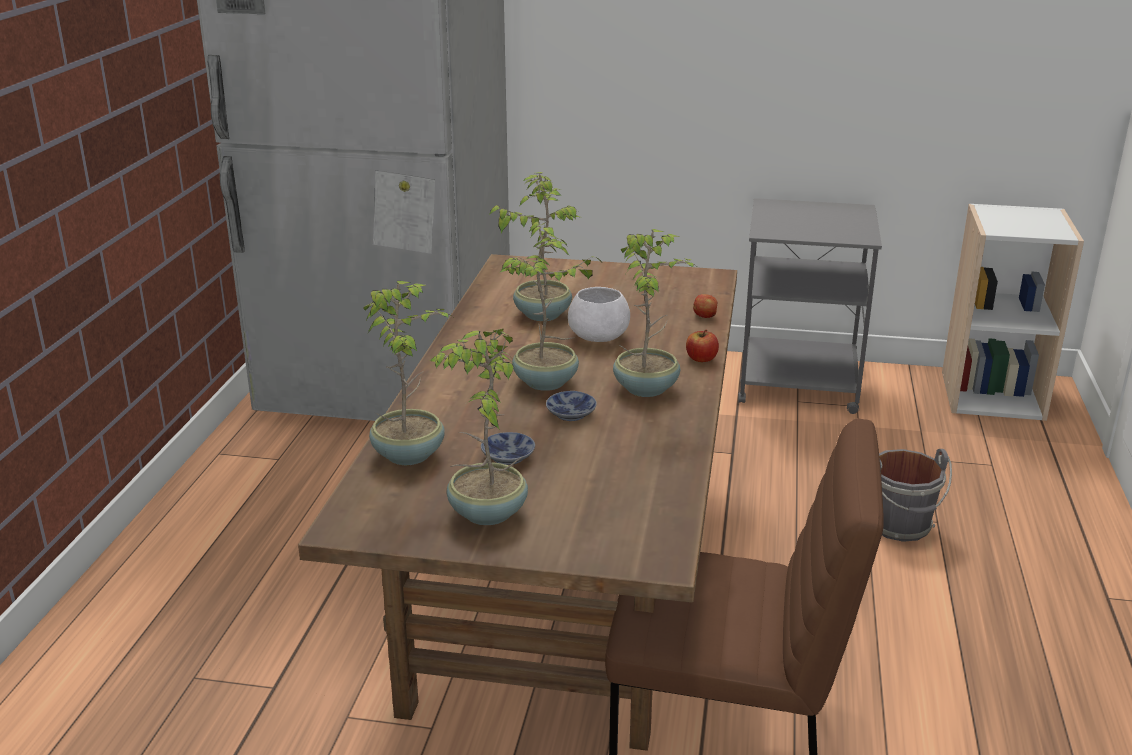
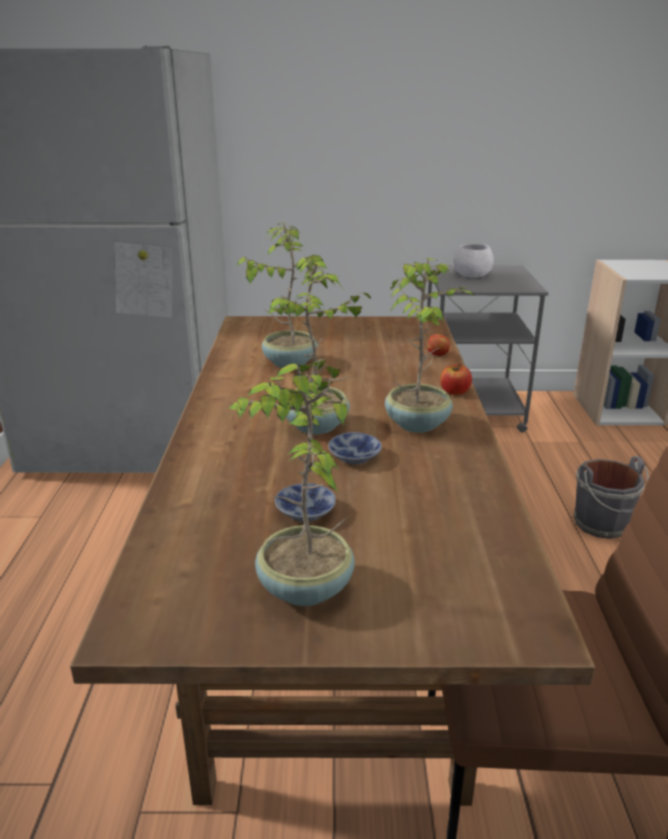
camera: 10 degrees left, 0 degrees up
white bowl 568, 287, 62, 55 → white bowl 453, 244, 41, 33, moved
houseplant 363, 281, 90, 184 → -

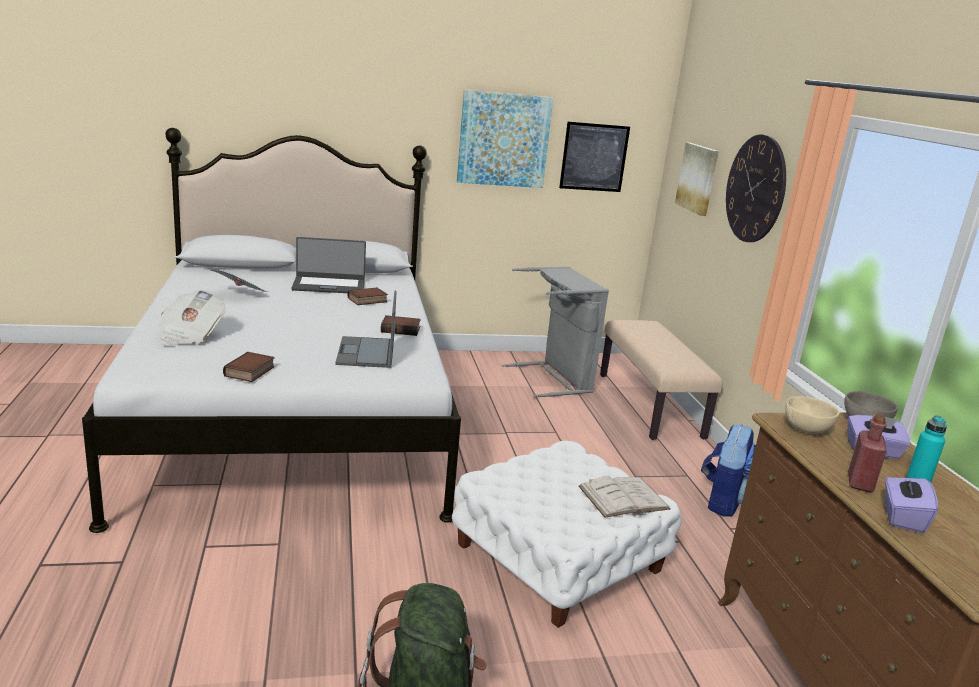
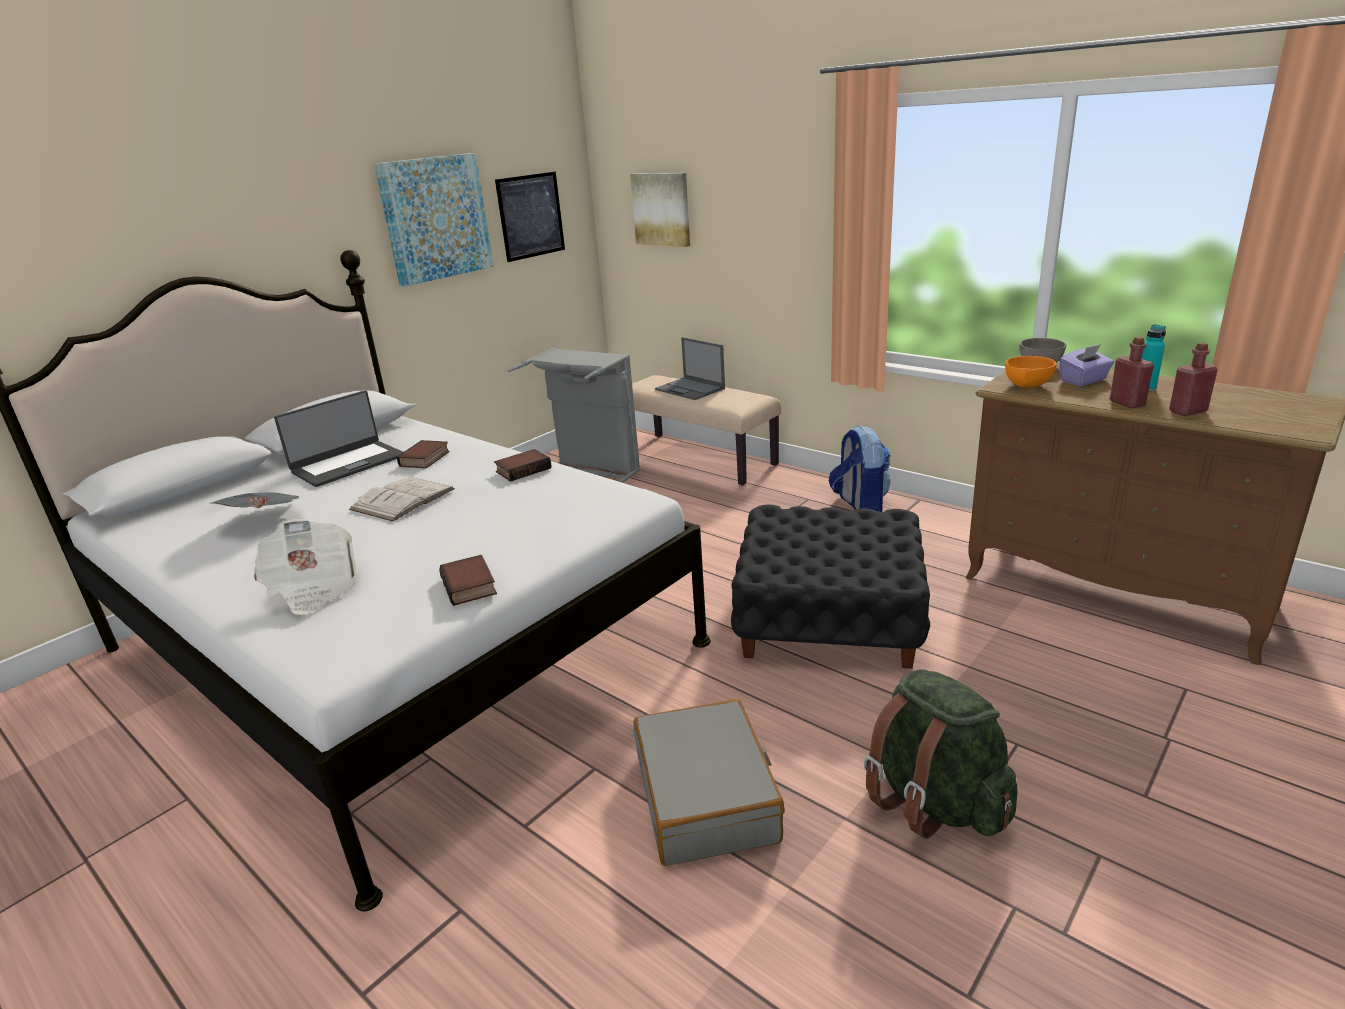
camera: 35 degrees left, 5 degrees up
white book 579, 476, 91, 42 → white book 349, 477, 106, 45, moved
- → greyish travel case 633, 699, 152, 167
notebook computer 335, 291, 62, 77 → notebook computer 655, 337, 70, 63, moved
white ottoman 452, 441, 230, 187 → black-coloured ottoman 731, 504, 199, 165
beige-coloured bowl 785, 396, 55, 37 → orange-coloured bowl 1005, 356, 51, 32
purplish tissue holder 885, 474, 53, 59 → red drink bottle 1169, 343, 49, 73
wall clock 726, 134, 60, 108 → -

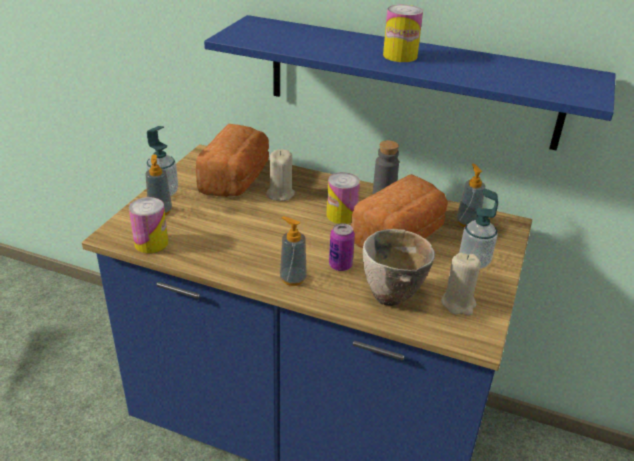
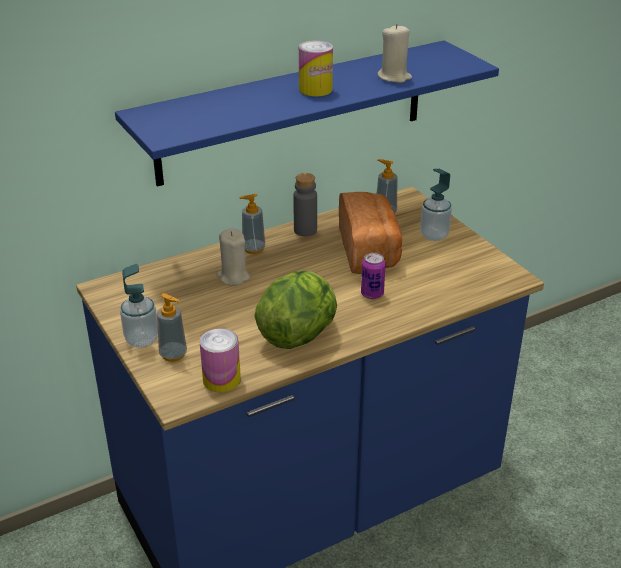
camera: 50 degrees left, 0 degrees up
soap dispenser 280, 216, 27, 70 → soap dispenser 239, 194, 27, 60, moved
- → head of lettuce 254, 271, 83, 78
beige-coloured wax candle 441, 253, 40, 63 → beige-coloured wax candle 377, 24, 35, 59, moved
bread 196, 124, 73, 73 → -
sealed can 326, 172, 34, 52 → -
bowl 363, 229, 72, 77 → -

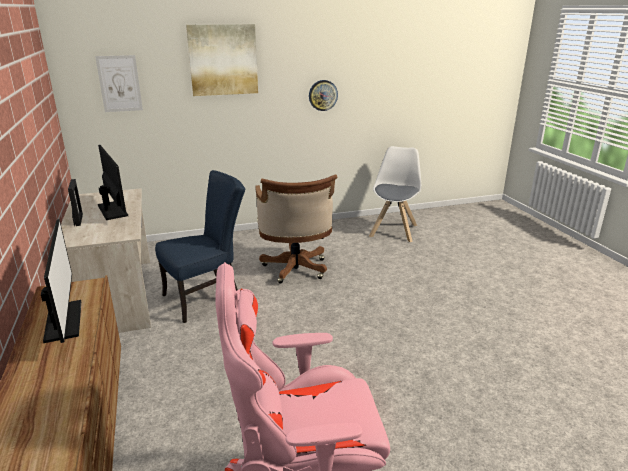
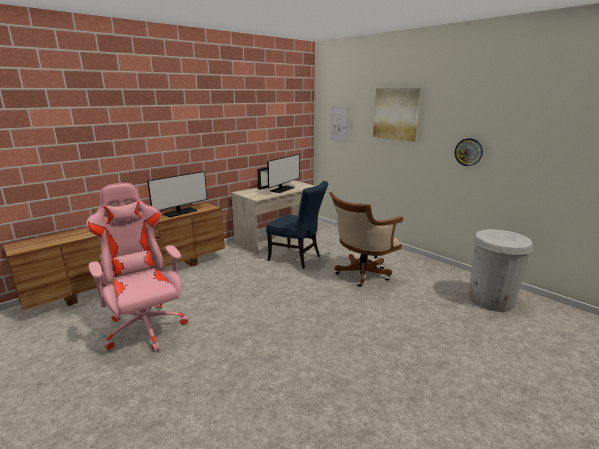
camera: 65 degrees right, 5 degrees down
chair 369, 146, 52, 96 → white rubbish bin 468, 229, 65, 83

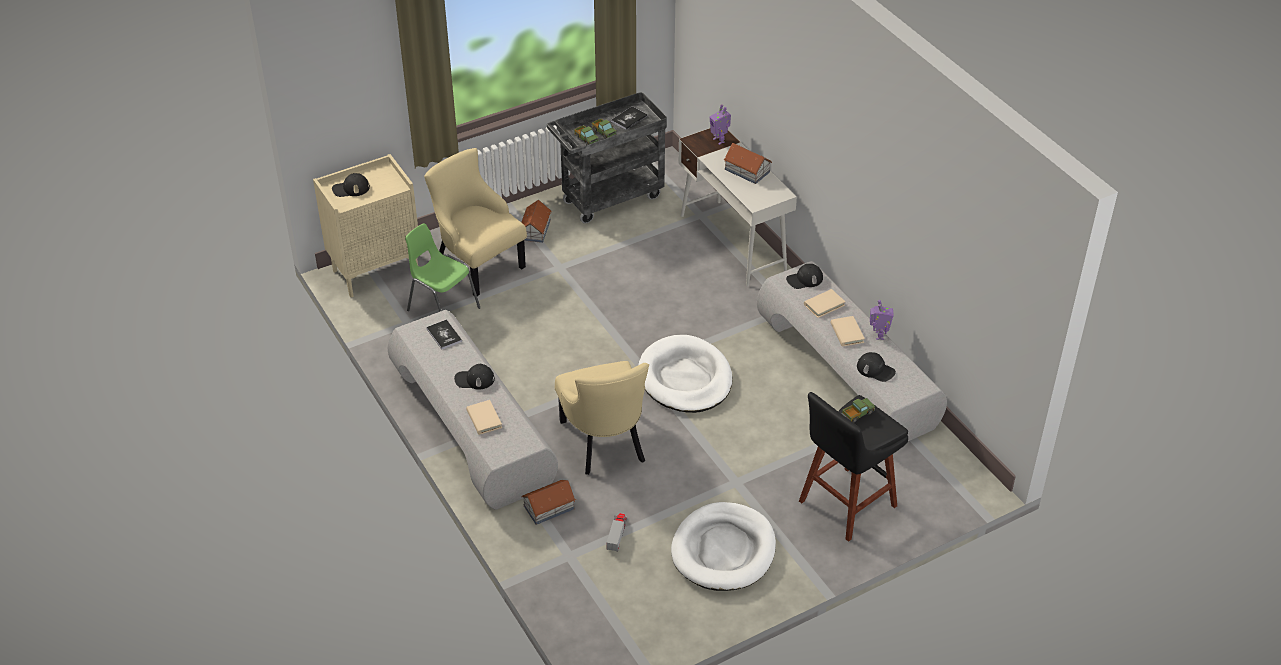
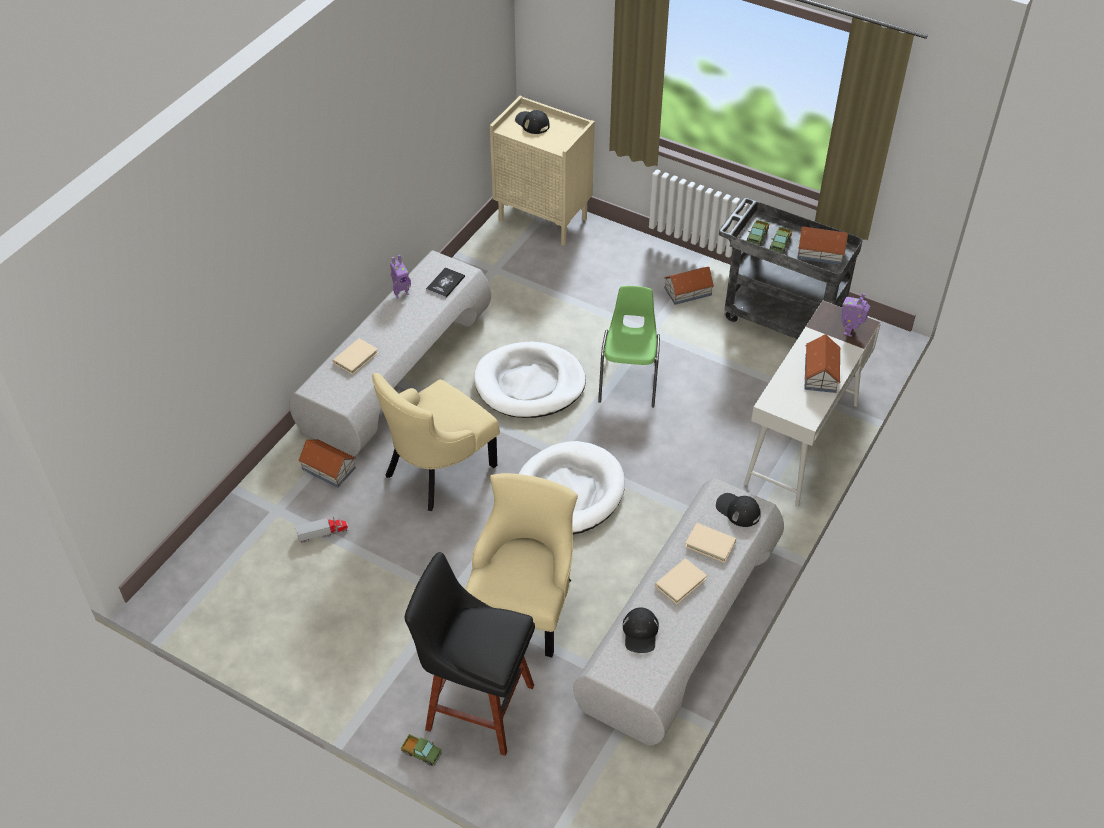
camera: 60 degrees right, 5 degrees up
model robot 870, 300, 24, 40 → model robot 390, 255, 21, 44, moved
toy truck 841, 398, 34, 24 → toy truck 401, 734, 41, 32, moved
beige-coloured chair 424, 148, 103, 148 → beige-coloured chair 465, 473, 113, 184, moved
white dog bed 671, 502, 105, 89 → white dog bed 474, 342, 112, 76, moved
greenish chair 405, 223, 75, 89 → greenish chair 598, 286, 62, 122, moved
book 611, 106, 36, 24 → toy house 797, 227, 51, 38
black-coloured baseball cap 454, 364, 41, 26 → -

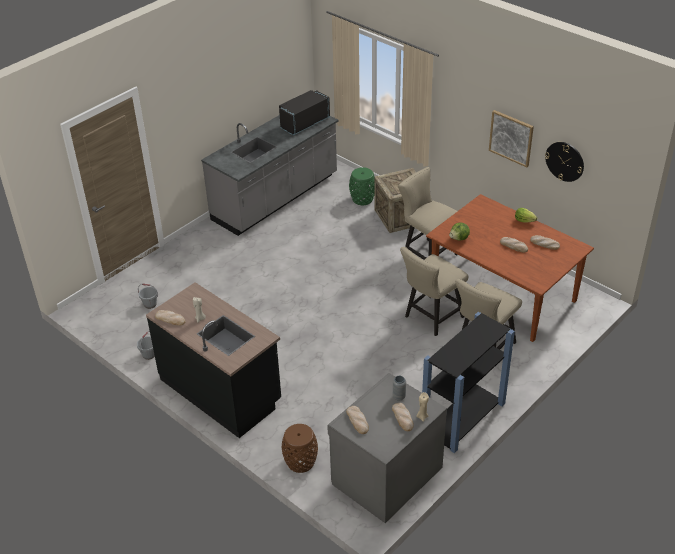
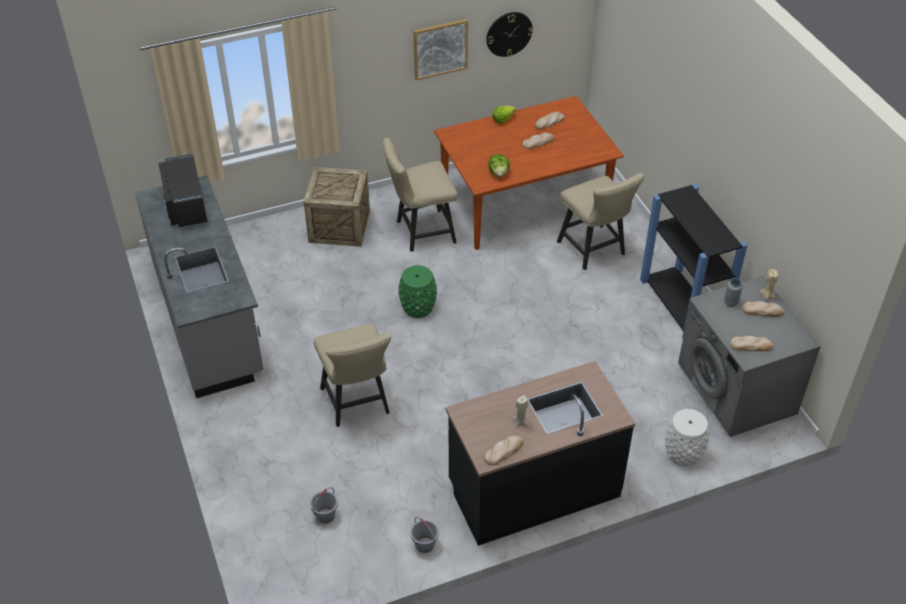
camera: 65 degrees left, 5 degrees up
beige-coloured chair 400, 247, 69, 89 → beige-coloured chair 314, 324, 77, 103, moved
greenish sitting stool 349, 167, 25, 38 → greenish sitting stool 398, 265, 39, 53, moved
brownish sitting stool 282, 424, 36, 49 → white sitting stool 665, 409, 44, 57

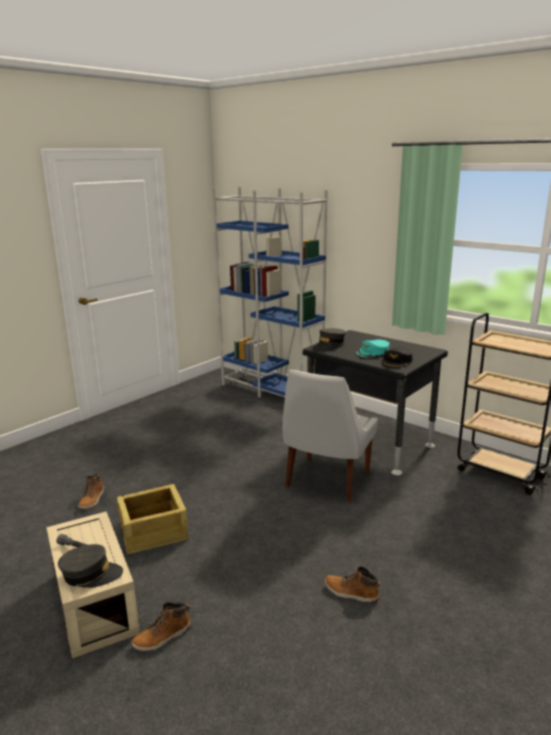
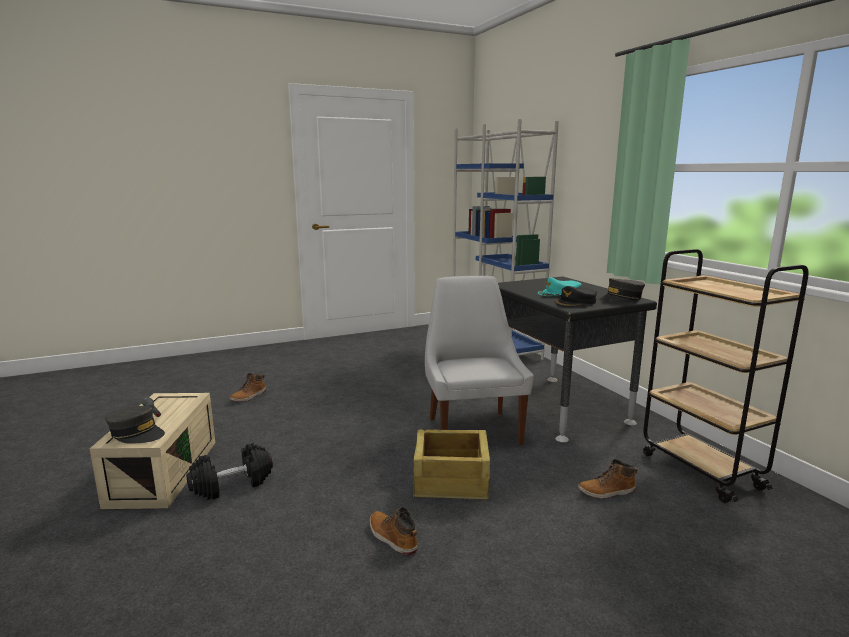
camera: 25 degrees right, 5 degrees down
- → black-coloured hand weight 186, 443, 87, 57
crate 117, 484, 71, 71 → crate 413, 429, 77, 70, moved
white chair 282, 369, 96, 133 → white chair 425, 276, 109, 169, 120 degrees clockwise
high-top boot 131, 602, 60, 49 → high-top boot 578, 459, 59, 40, moved
greyish baseball cap 315, 328, 31, 21 → greyish baseball cap 599, 278, 46, 24, moved

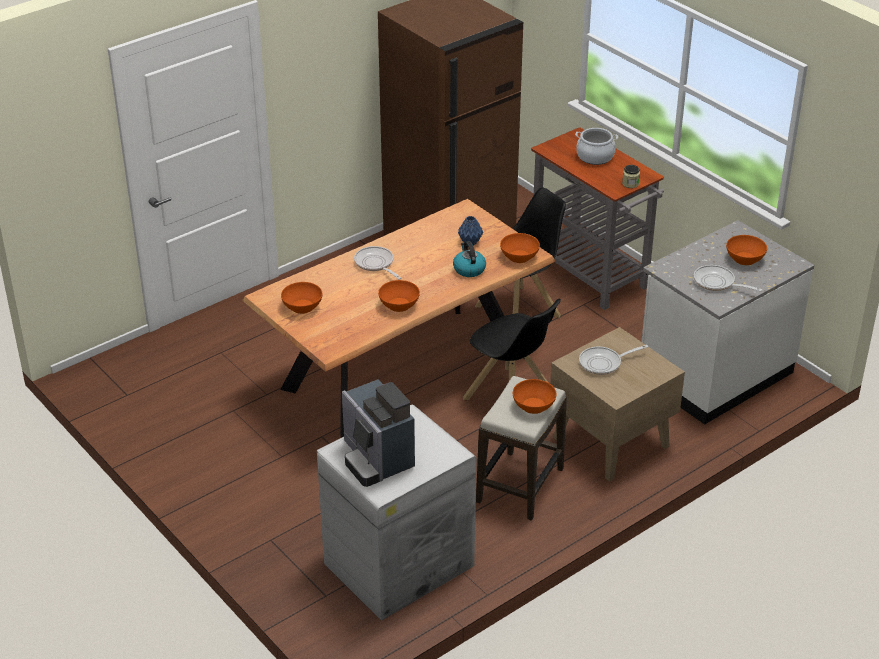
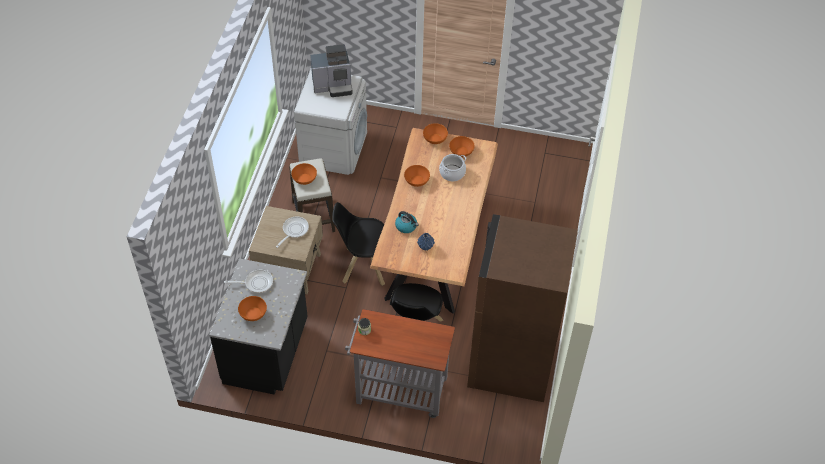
camera: 140 degrees right, 15 degrees up
white counter 642, 220, 172, 205 → black-coloured counter 209, 258, 99, 137
coffee maker 342, 379, 73, 108 → coffee maker 310, 44, 42, 53, 150 degrees clockwise
orange-coloured bowl 500, 233, 40, 30 → orange-coloured bowl 423, 123, 25, 21, moved
stockpot 575, 128, 43, 37 → stockpot 439, 154, 27, 28, moved
pan 354, 246, 47, 34 → -

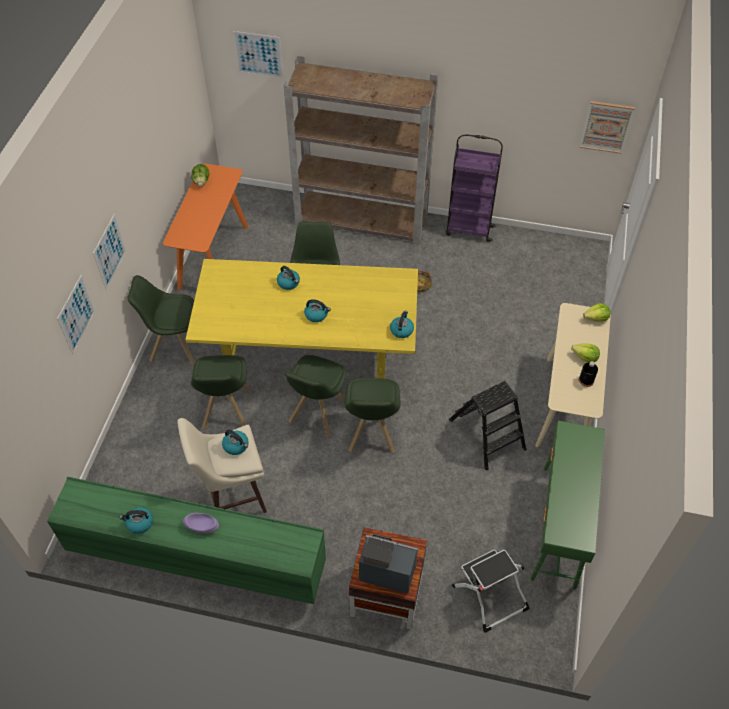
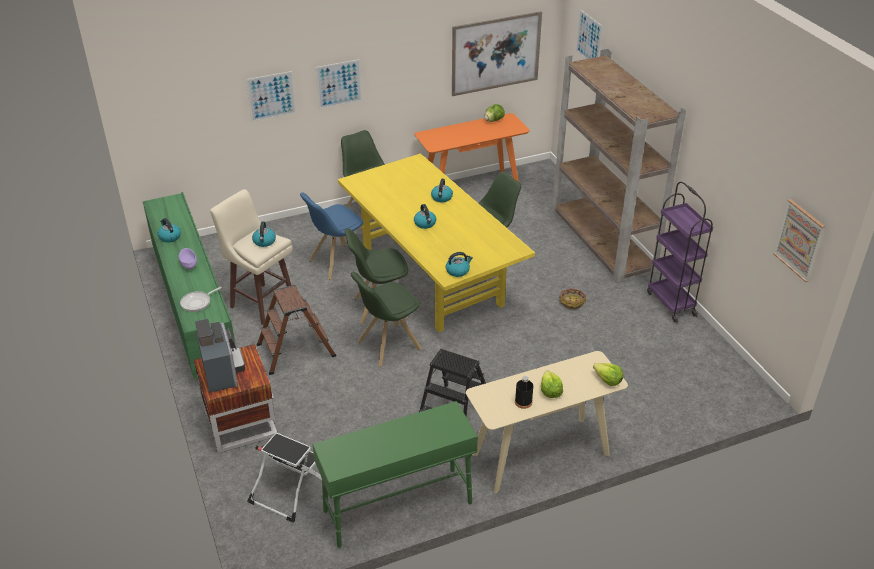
camera: 55 degrees right, 15 degrees down
- → pan 180, 287, 42, 25
- → brownish step ladder 257, 284, 80, 91
greenish chair 191, 355, 60, 74 → blue chair 300, 192, 63, 88
- → wall art 452, 11, 90, 85

